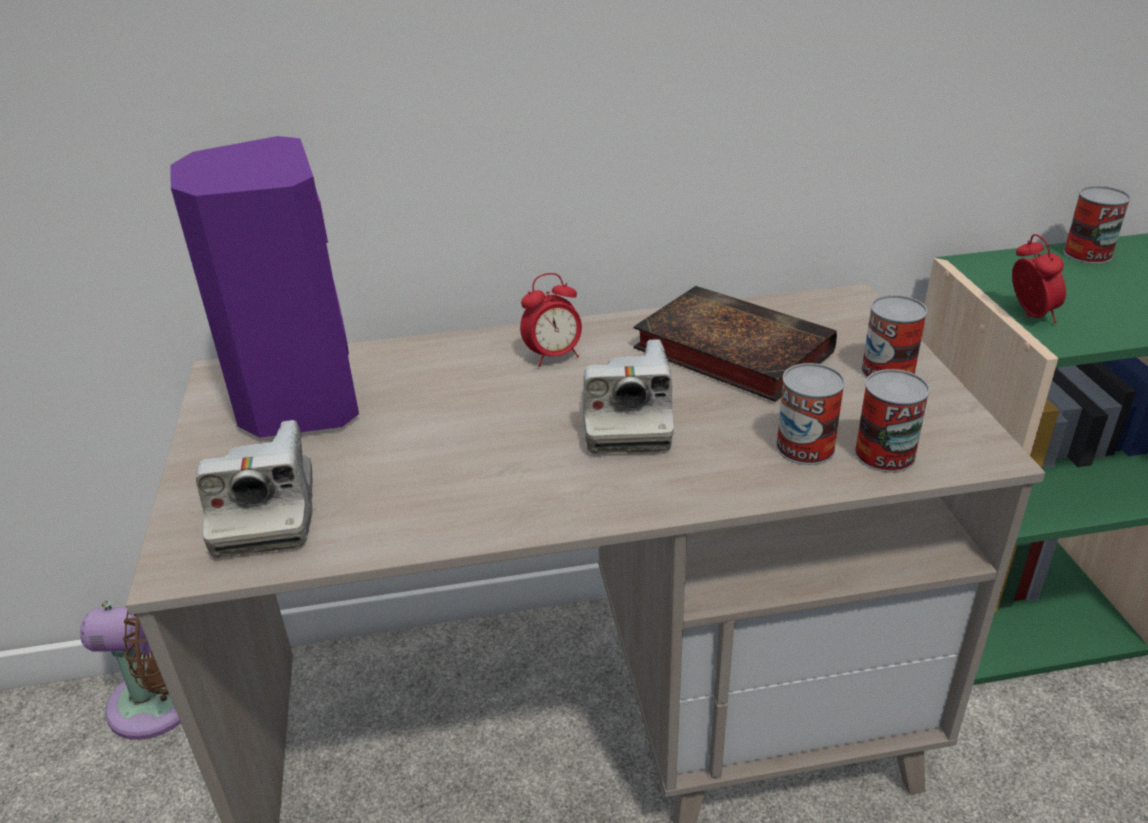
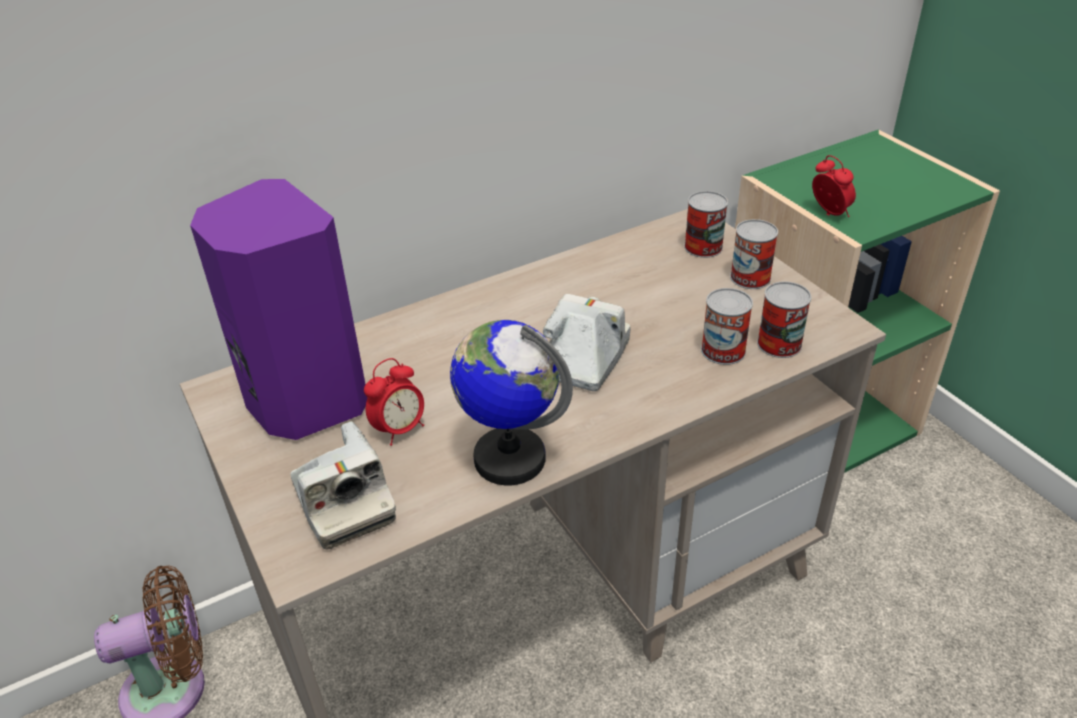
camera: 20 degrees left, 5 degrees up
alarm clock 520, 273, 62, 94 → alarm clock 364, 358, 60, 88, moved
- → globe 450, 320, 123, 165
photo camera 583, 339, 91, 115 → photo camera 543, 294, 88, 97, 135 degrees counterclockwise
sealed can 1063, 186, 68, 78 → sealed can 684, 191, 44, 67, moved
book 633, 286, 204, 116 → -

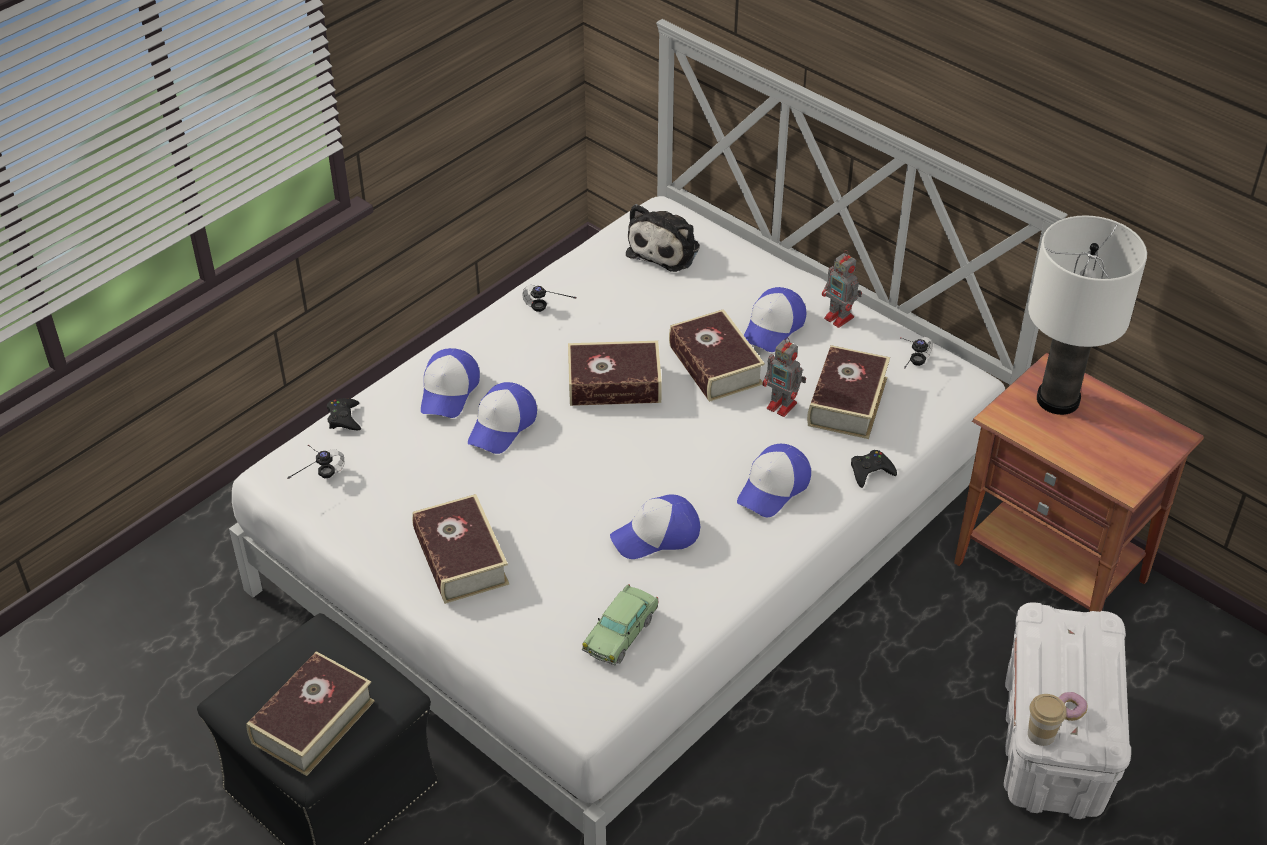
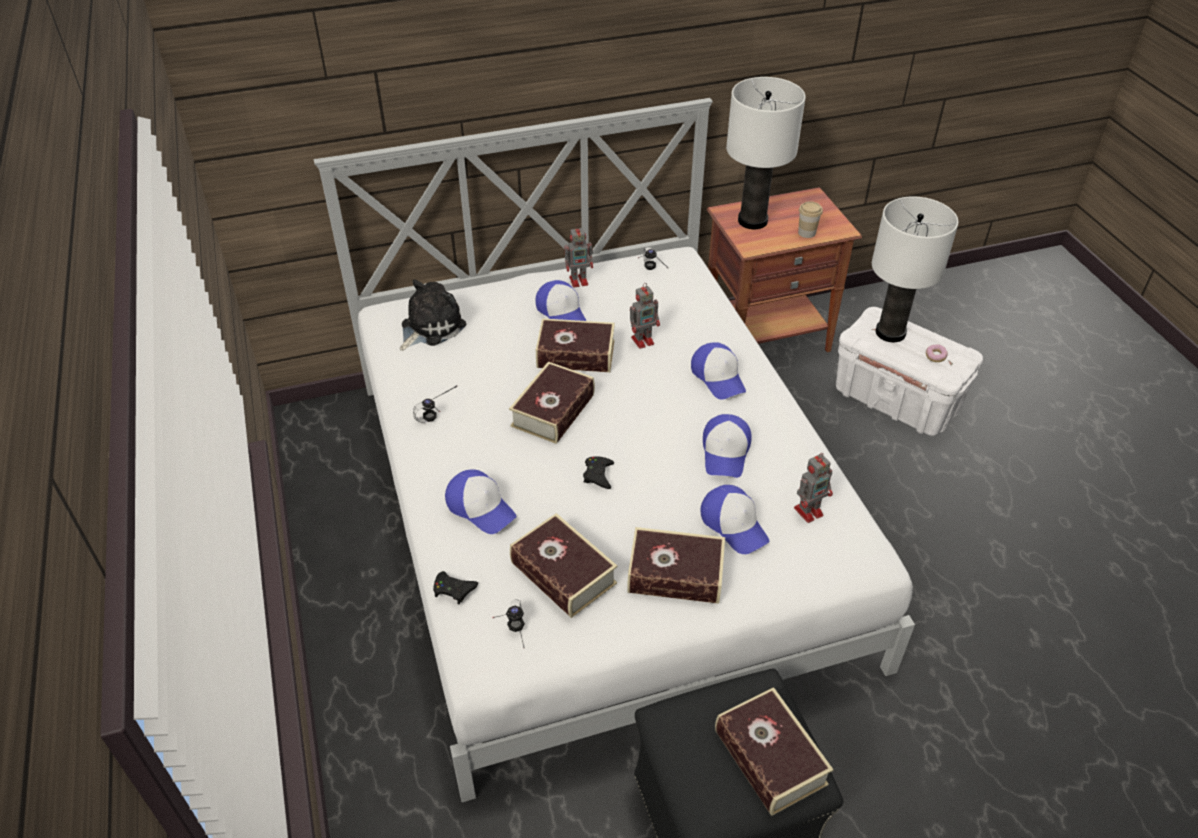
camera: 60 degrees left, 0 degrees up
plush toy 626, 204, 74, 68 → plush toy 400, 279, 66, 72, 105 degrees counterclockwise
book 807, 345, 83, 94 → book 510, 513, 108, 105, moved
black-coloured game controller 851, 450, 46, 38 → black-coloured game controller 583, 456, 31, 33, moved
baseball cap 468, 382, 69, 72 → baseball cap 700, 485, 69, 69, moved
miniature car 582, 584, 76, 82 → model robot 794, 453, 39, 70
cup 1028, 694, 39, 52 → cup 798, 201, 25, 37, moved
- → white tabletop lamp 872, 196, 86, 146

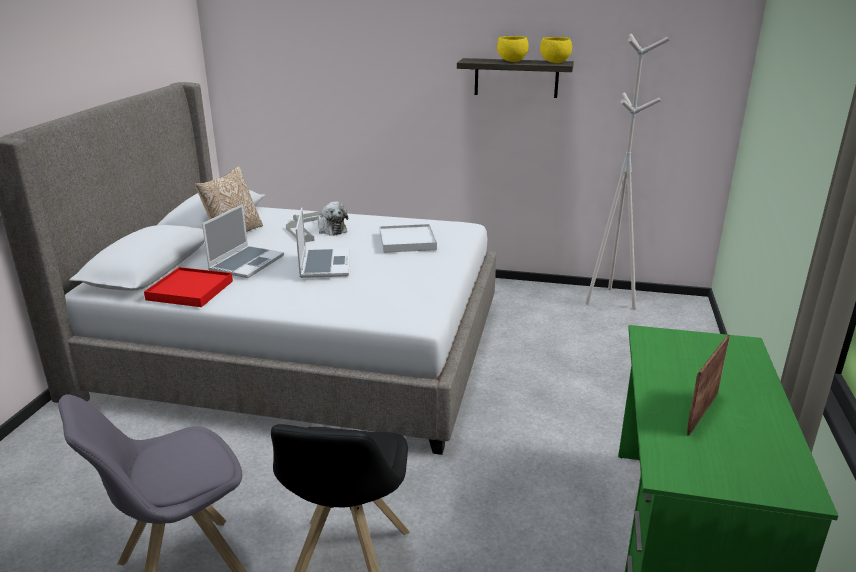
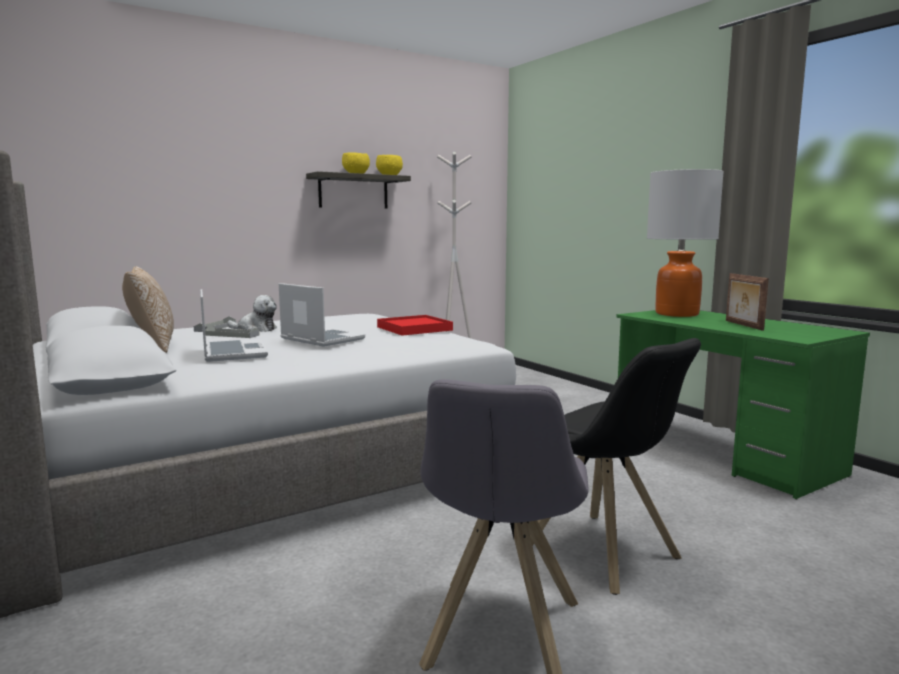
camera: 45 degrees left, 15 degrees down
red serving tray 144, 267, 89, 40 → red serving tray 377, 315, 76, 21, moved
- → tabletop lamp 647, 169, 77, 148
white serving tray 380, 224, 57, 29 → -

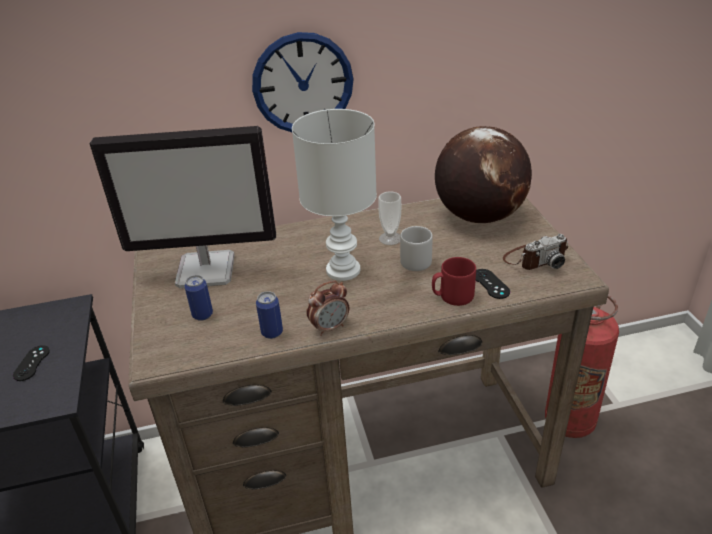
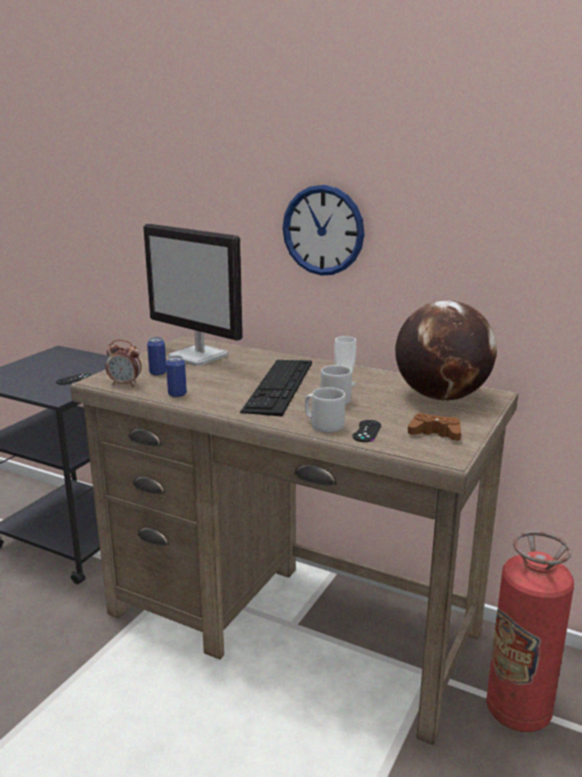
camera: 40 degrees right, 15 degrees down
alarm clock 306, 281, 43, 55 → alarm clock 106, 340, 36, 46, moved
white tabletop lamp 292, 109, 85, 172 → keyboard 240, 360, 72, 57
red tea mug 432, 257, 44, 49 → greyish tea mug 305, 387, 40, 46
photo camera 503, 234, 65, 36 → brownish game controller 408, 413, 53, 28

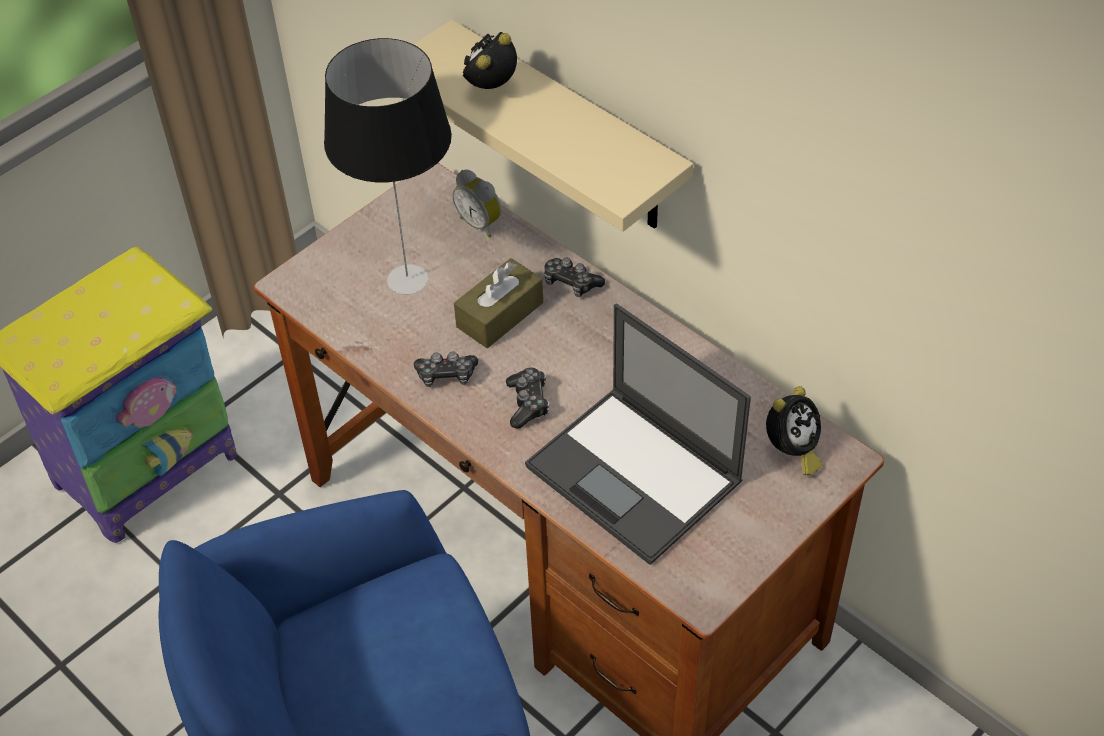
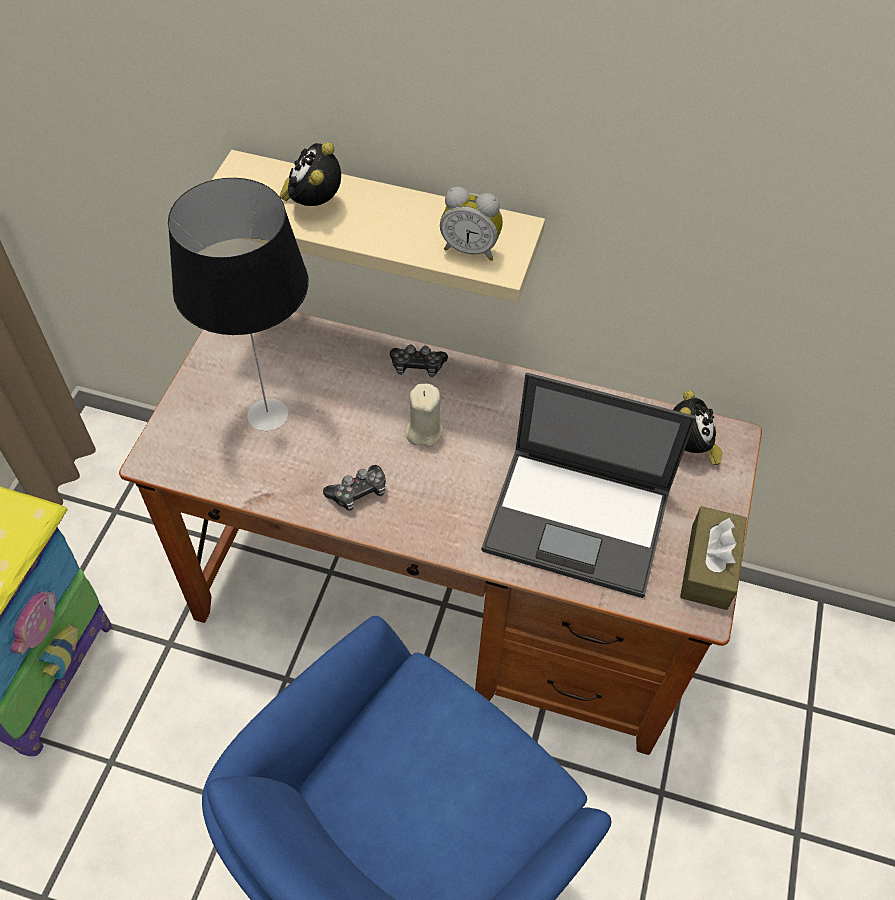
camera: 30 degrees left, 5 degrees up
- → beige-coloured wax candle 405, 384, 38, 63
alarm clock 452, 170, 49, 68 → alarm clock 440, 187, 63, 74, moved
brownish tissue holder 454, 258, 89, 90 → brownish tissue holder 680, 506, 67, 104, moved
game controller 506, 368, 44, 61 → -

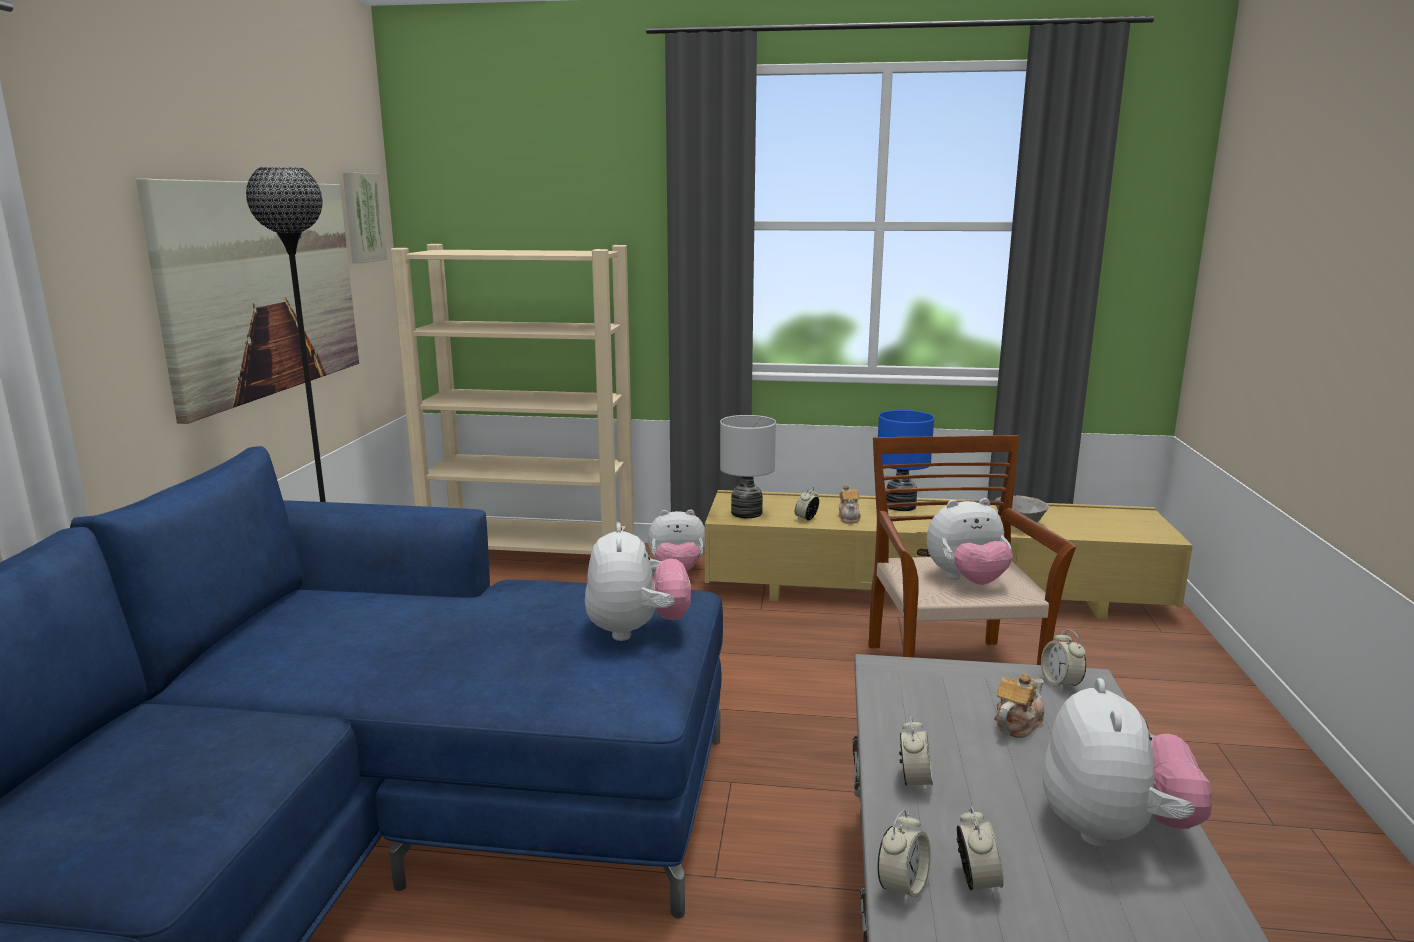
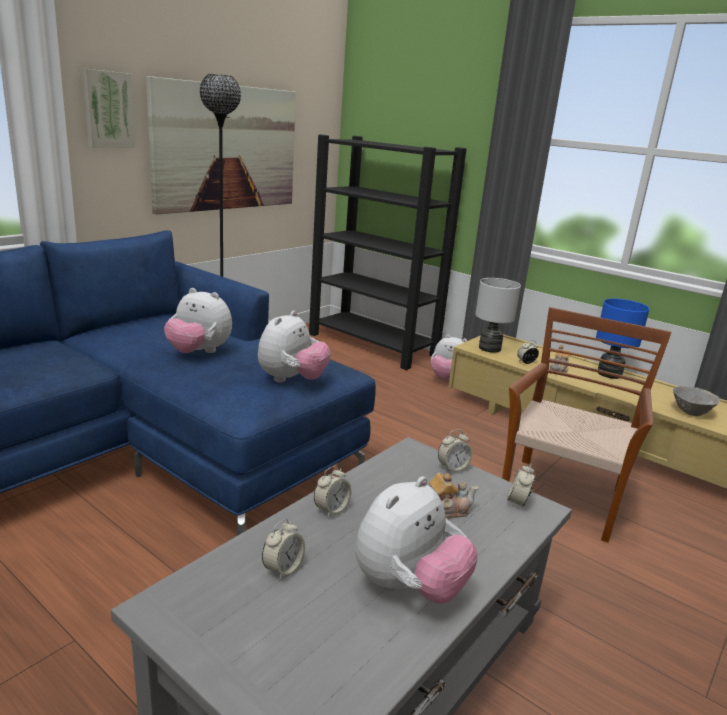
camera: 30 degrees right, 5 degrees up
wall art 343, 172, 44, 91 → wall art 82, 69, 54, 79, moved
plush toy 927, 498, 86, 87 → plush toy 164, 288, 68, 65, moved
beige-coloured bookcase 390, 244, 244, 311 → black-coloured bookcase 309, 135, 157, 235
alarm clock 877, 810, 54, 95 → alarm clock 438, 429, 35, 44, moved

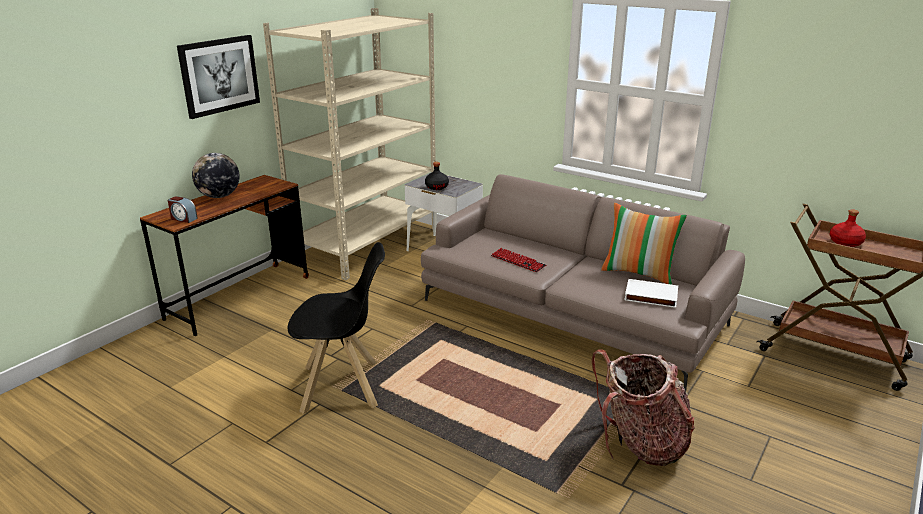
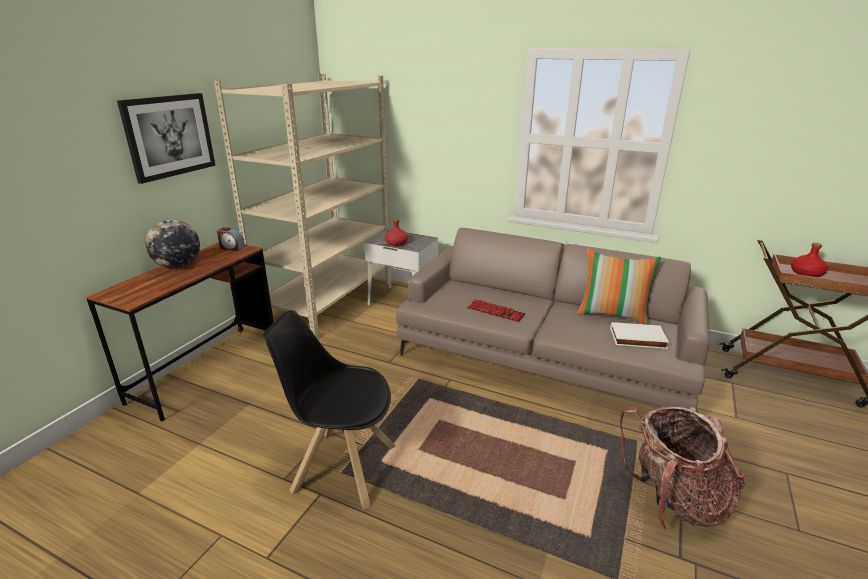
camera: 10 degrees left, 0 degrees up
alarm clock 168, 196, 30, 27 → alarm clock 217, 228, 28, 23, moved
black-coloured chair 288, 242, 97, 172 → black-coloured chair 263, 310, 133, 200, 150 degrees counterclockwise
black-coloured drink bottle 425, 162, 24, 28 → red drink bottle 385, 219, 23, 27

